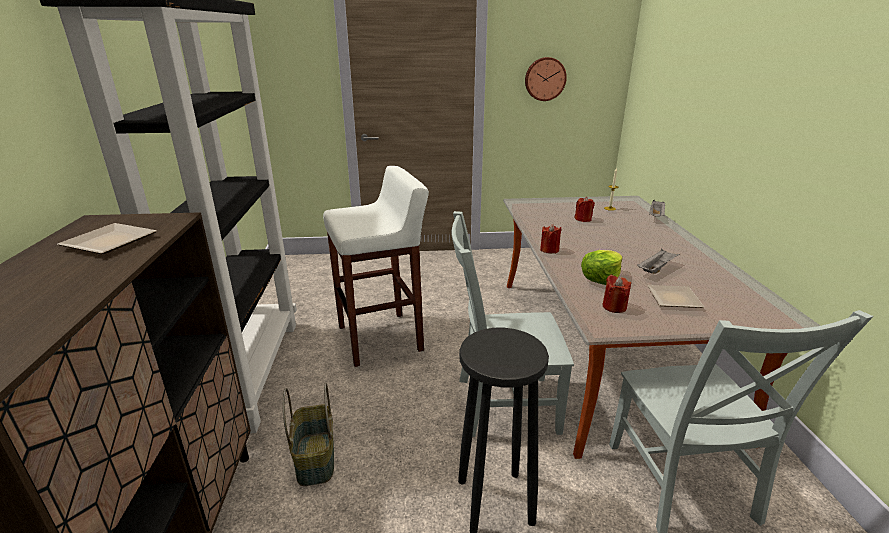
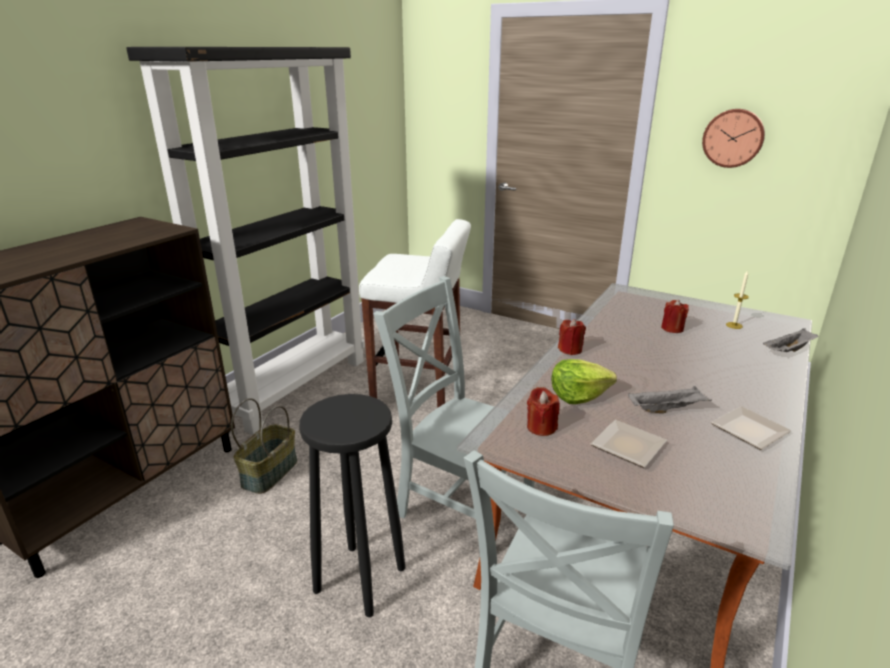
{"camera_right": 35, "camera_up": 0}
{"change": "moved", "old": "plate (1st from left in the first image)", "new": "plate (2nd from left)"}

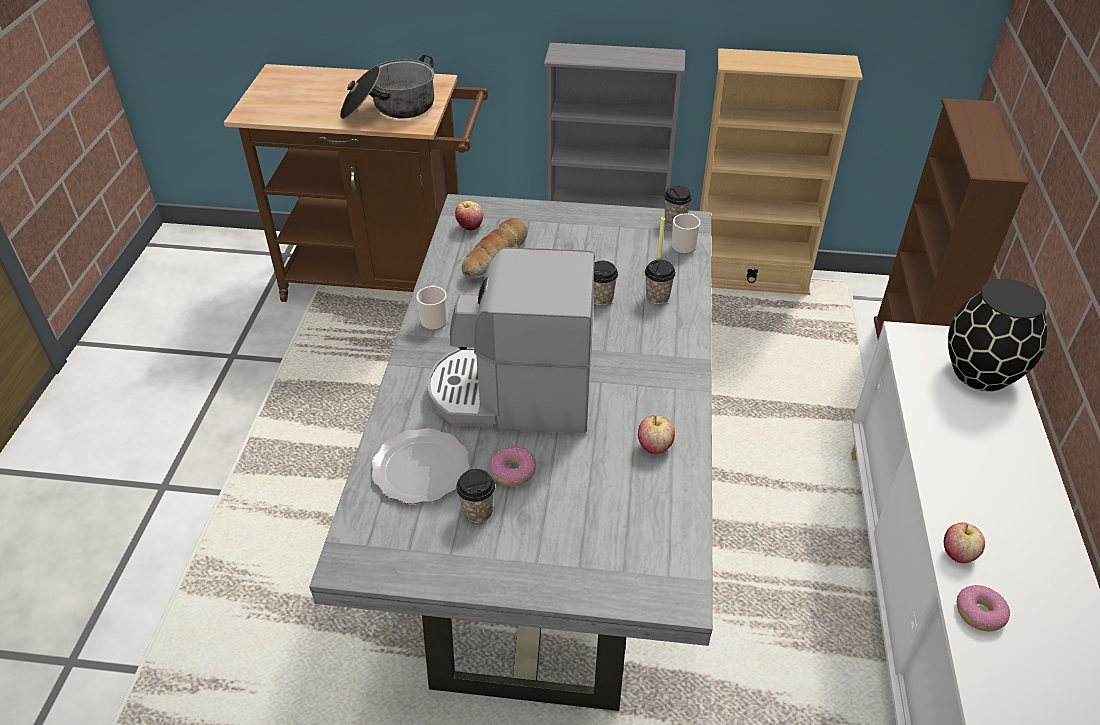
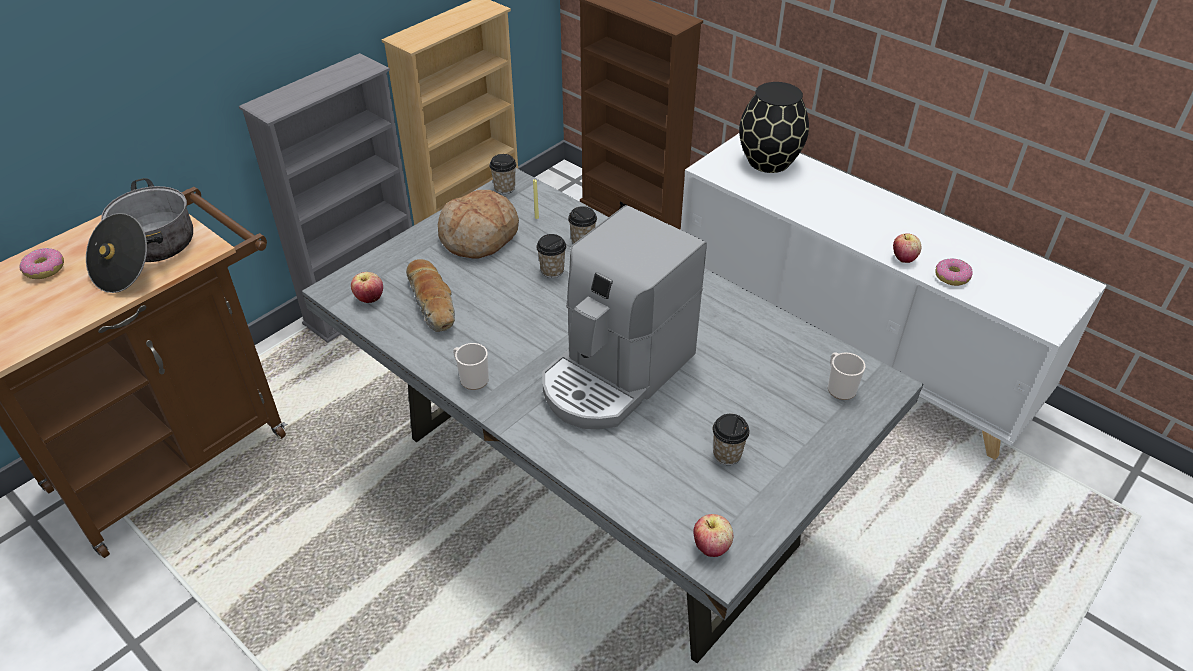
{"camera_right": -55, "camera_up": 0}
{"change": "removed", "old": "plate"}
{"change": "moved", "old": "donut (1st from left)"}
{"change": "moved", "old": "apple (2nd from left)"}
{"change": "moved", "old": "mug (2nd from left)"}
{"change": "added", "new": "bread (2nd from left)"}

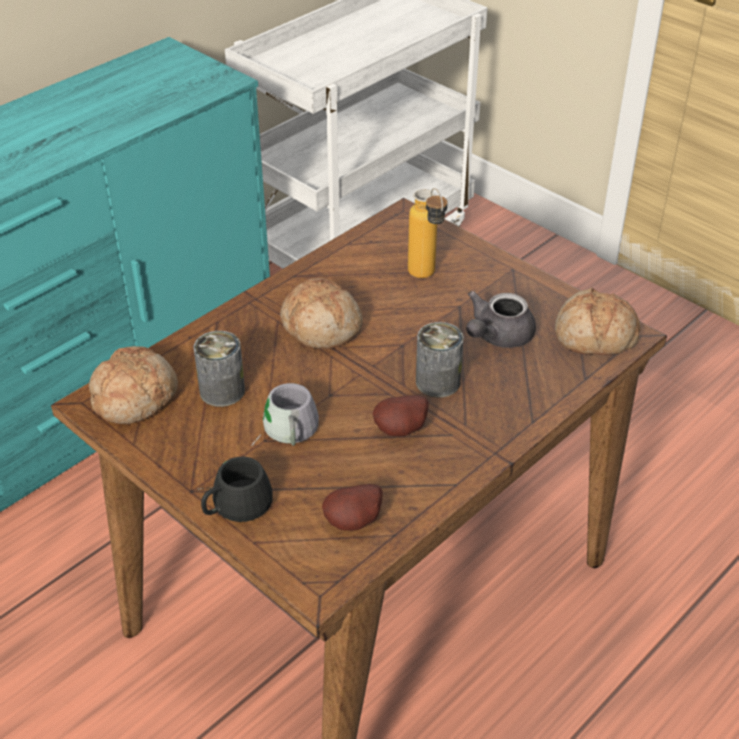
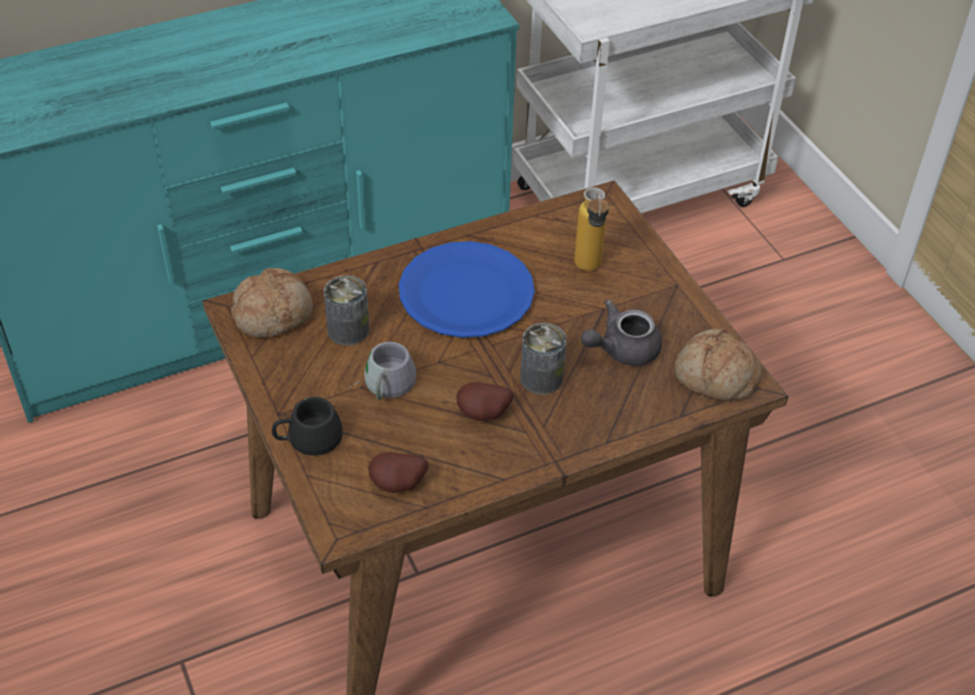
{"camera_right": 20, "camera_up": 5}
{"change": "replaced", "old": "bread (2nd from left)", "new": "plate (blue)"}

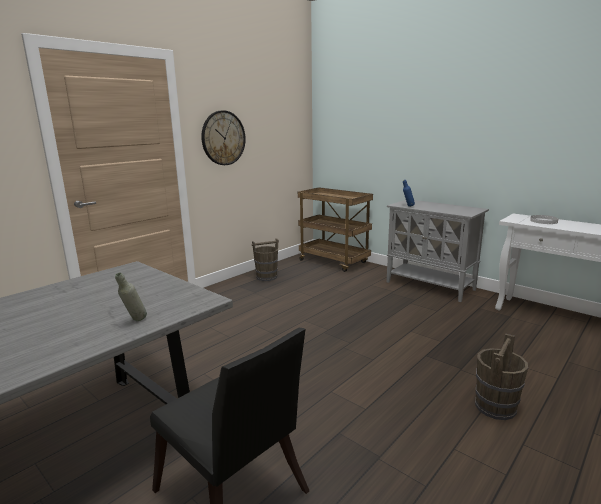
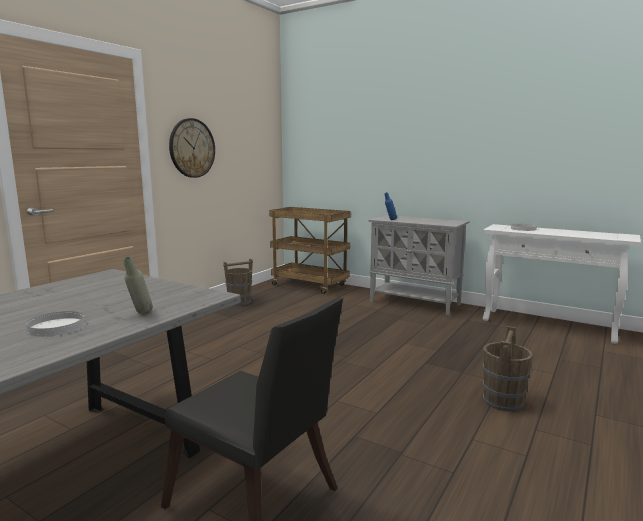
{"camera_right": -10, "camera_up": -5}
{"change": "added", "new": "plate (white) (1st from left)"}

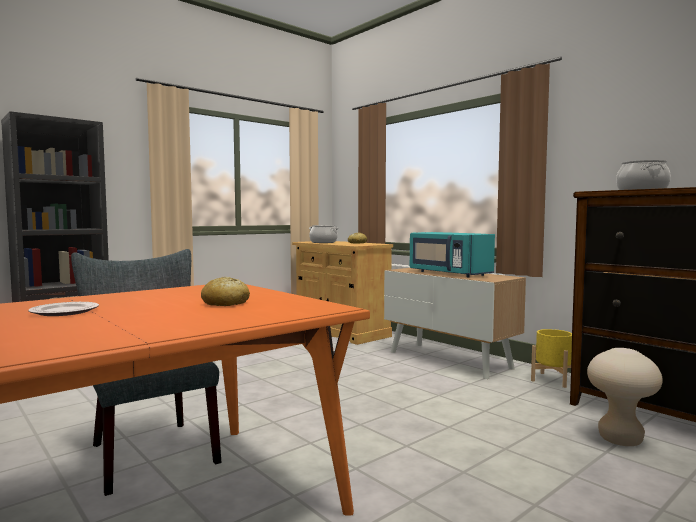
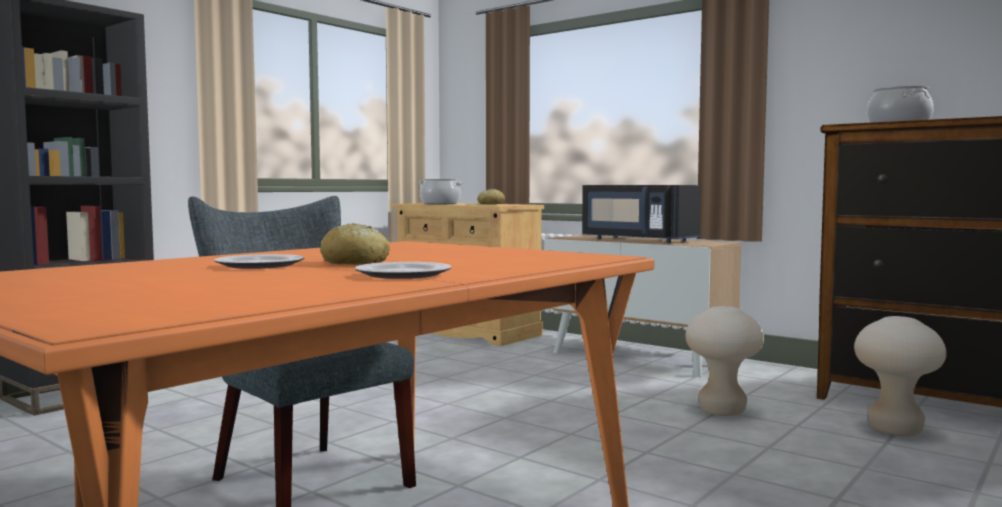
{"camera_right": -10, "camera_up": 0}
{"change": "moved", "old": "bread (1st from left)"}
{"change": "recoloured", "old": "microwave (turquoise)", "new": "microwave (black)"}
{"change": "removed", "old": "planter (yellow)"}
{"change": "added", "new": "plate (2nd from left)"}
{"change": "added", "new": "stool (beige) (1st from left)"}

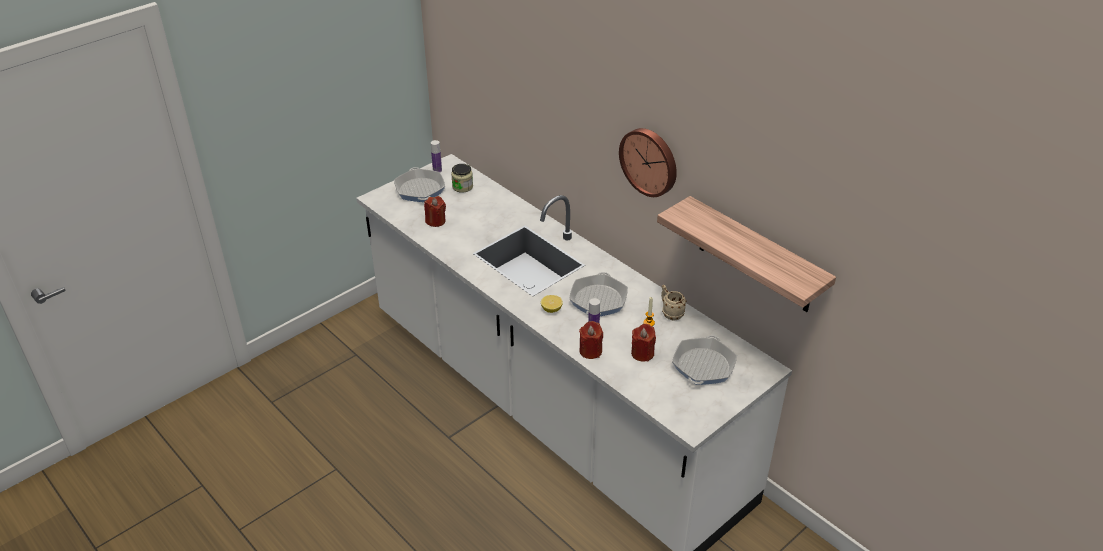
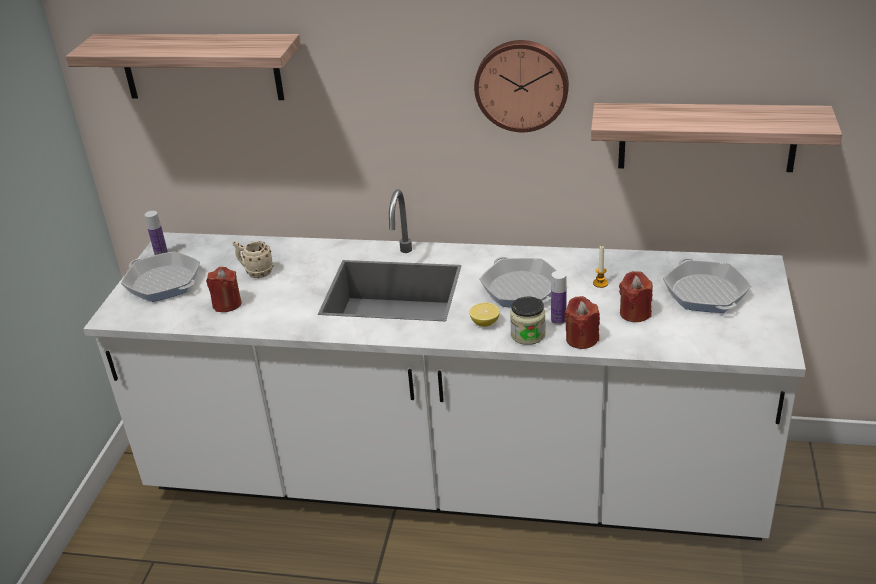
{"camera_right": -35, "camera_up": -5}
{"change": "moved", "old": "jar"}
{"change": "moved", "old": "mug (beige)"}
{"change": "added", "new": "shelf (1st from left)"}

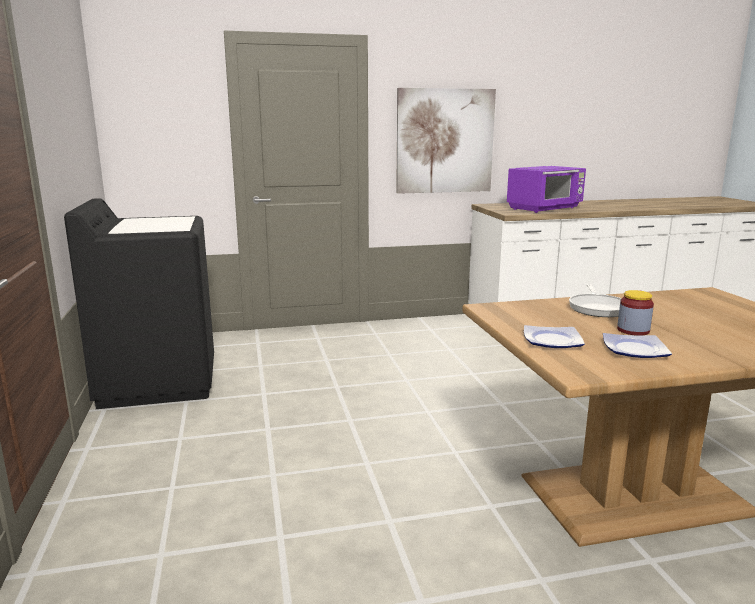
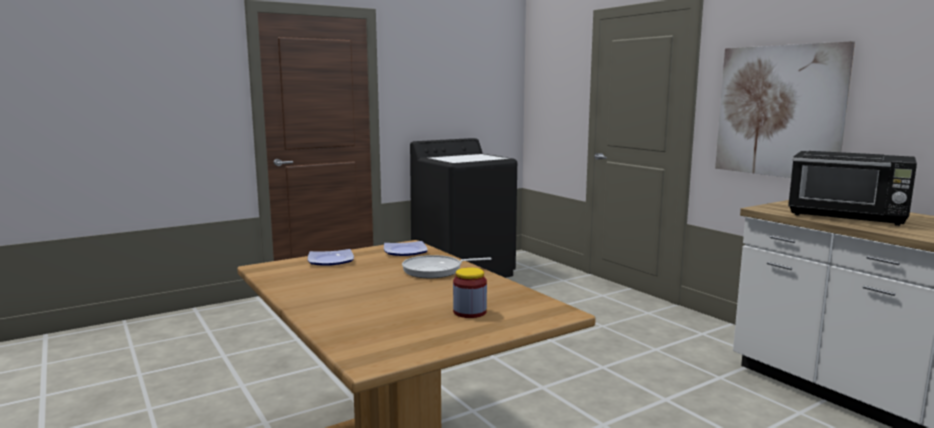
{"camera_right": 70, "camera_up": -5}
{"change": "recoloured", "old": "microwave (purple)", "new": "microwave (black)"}
{"change": "moved", "old": "plate (2nd from left)"}
{"change": "moved", "old": "jar"}

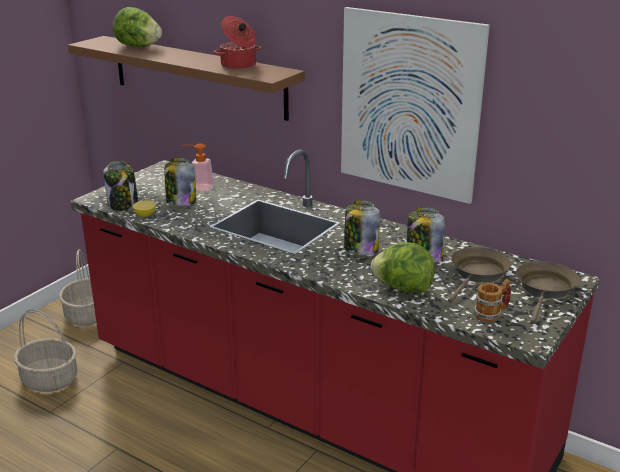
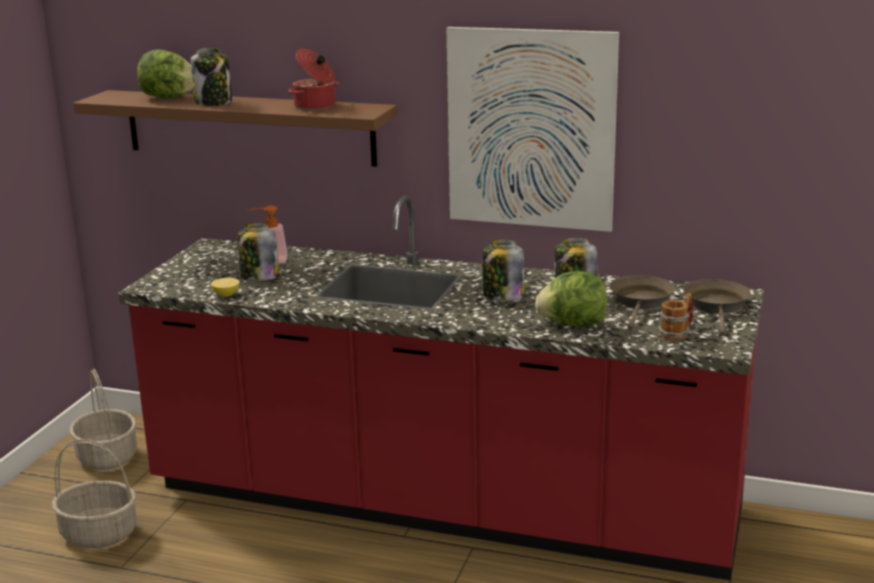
{"camera_right": -15, "camera_up": -5}
{"change": "moved", "old": "jar (1st from left)"}

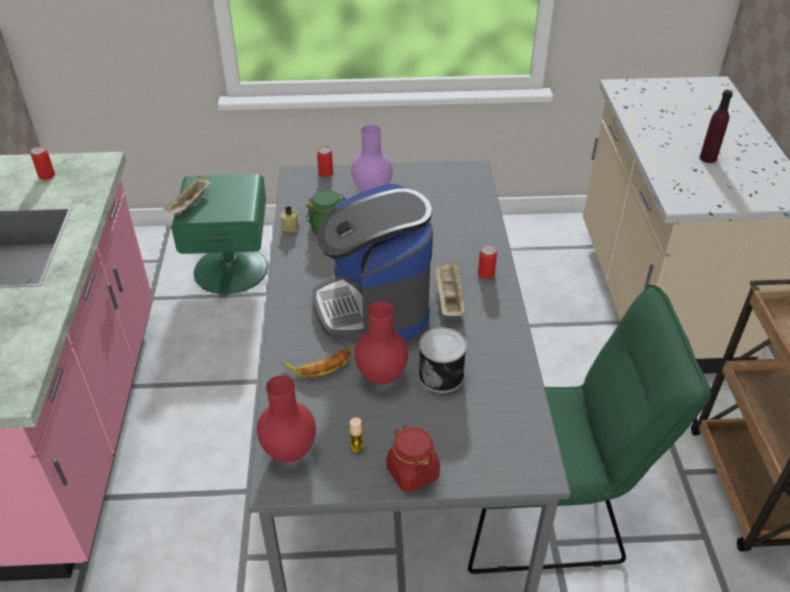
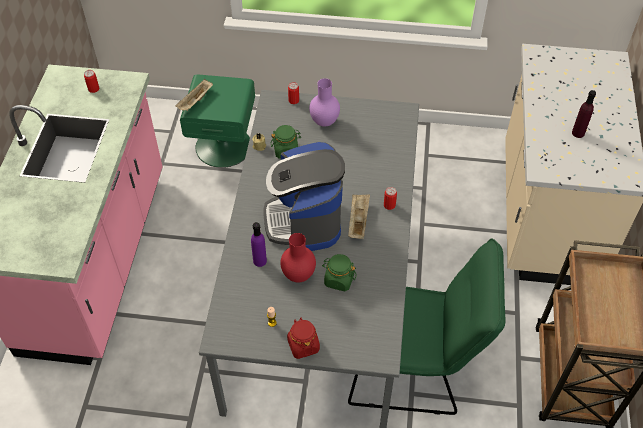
{"camera_right": 10, "camera_up": 10}
{"change": "removed", "old": "vase (red) (1st from left)"}
{"change": "replaced", "old": "banana", "new": "bottle (purple) (1st from left)"}
{"change": "replaced", "old": "can (3rd from left)", "new": "jar (green) (2nd from left)"}

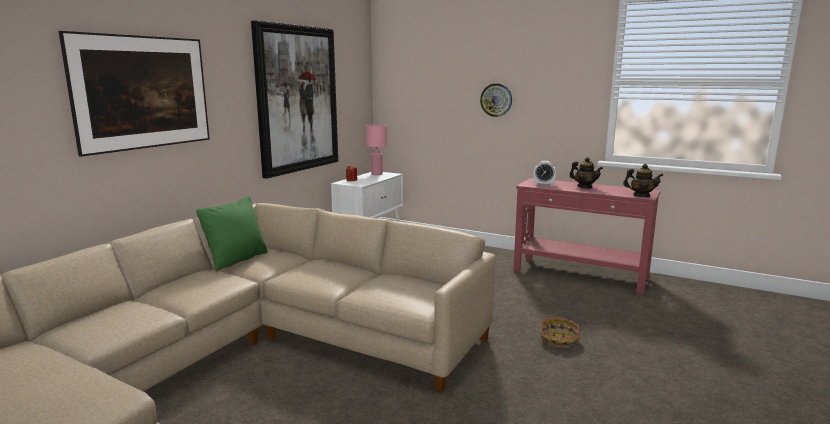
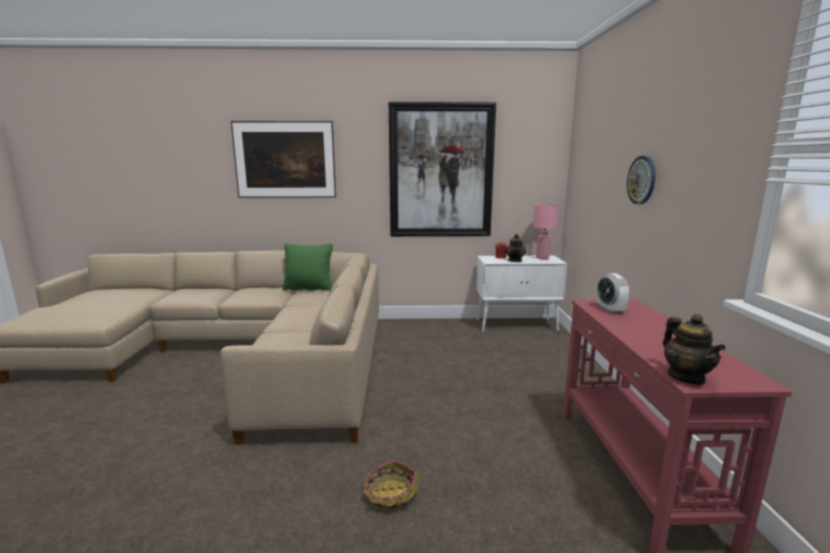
{"camera_right": 60, "camera_up": 0}
{"change": "moved", "old": "teapot (1st from left)"}

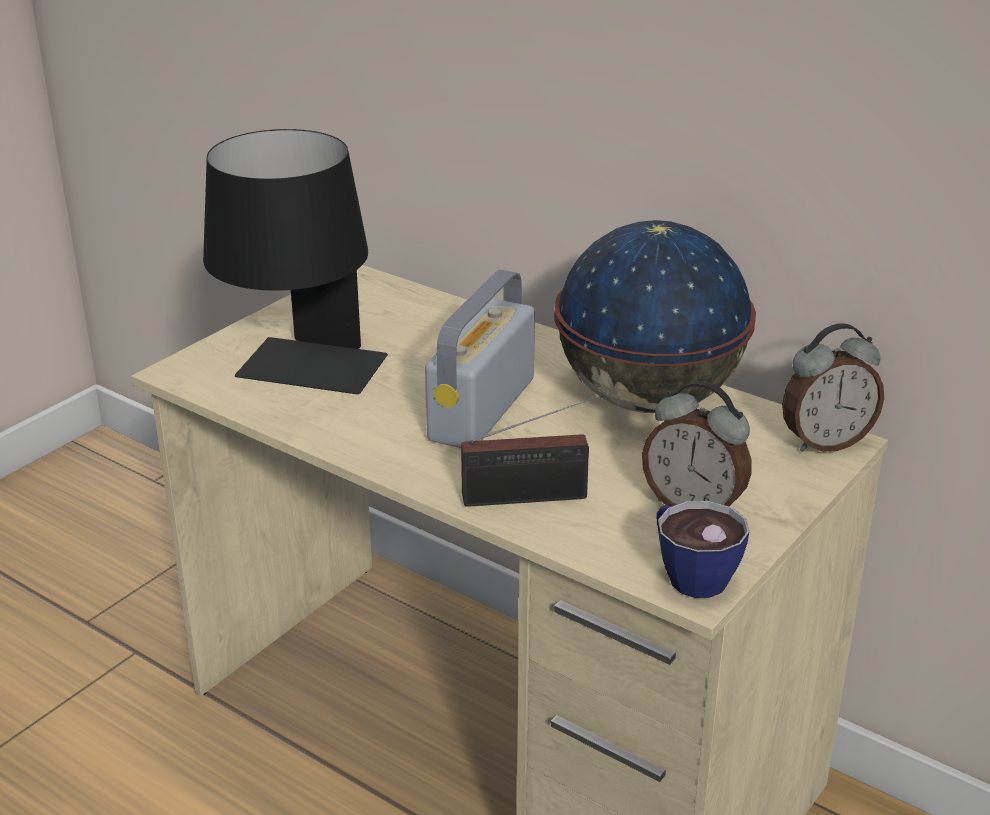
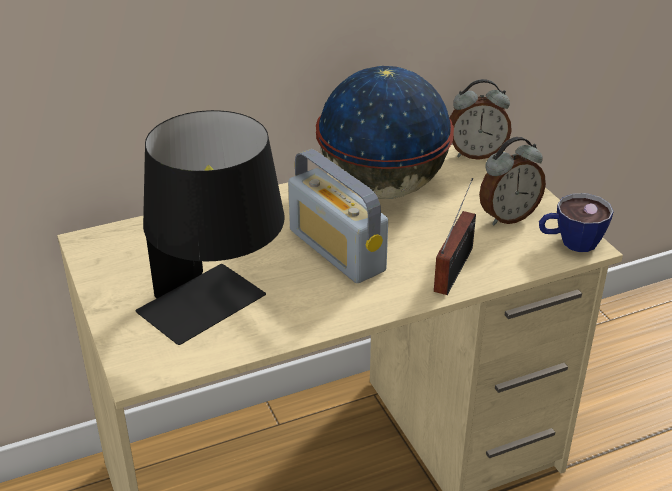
{"camera_right": -60, "camera_up": 5}
{"change": "turned", "old": "alarm clock (2nd from left in the first image)", "degrees": 75}

